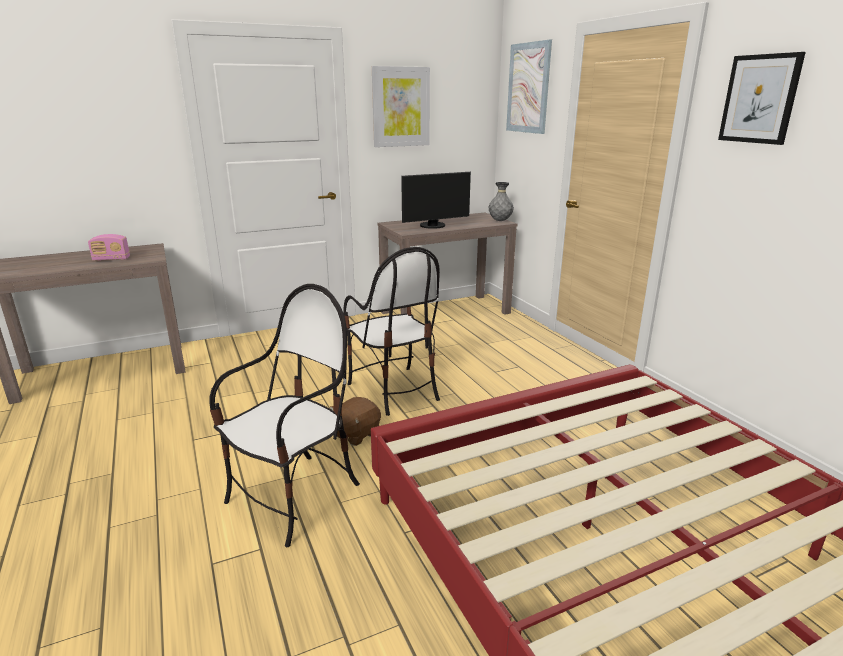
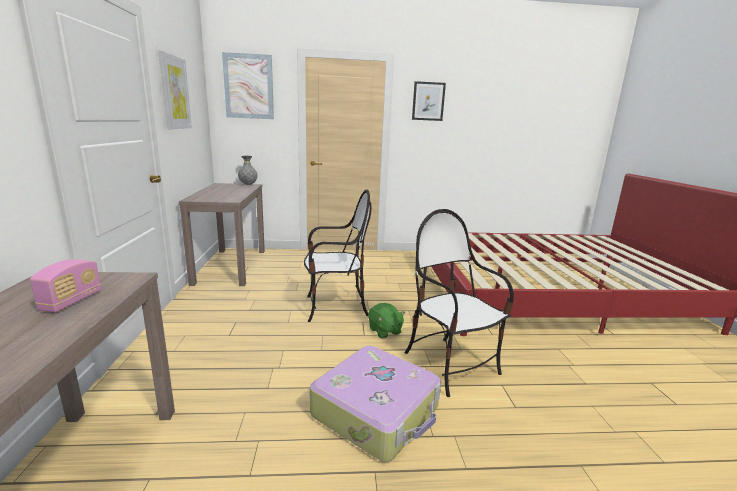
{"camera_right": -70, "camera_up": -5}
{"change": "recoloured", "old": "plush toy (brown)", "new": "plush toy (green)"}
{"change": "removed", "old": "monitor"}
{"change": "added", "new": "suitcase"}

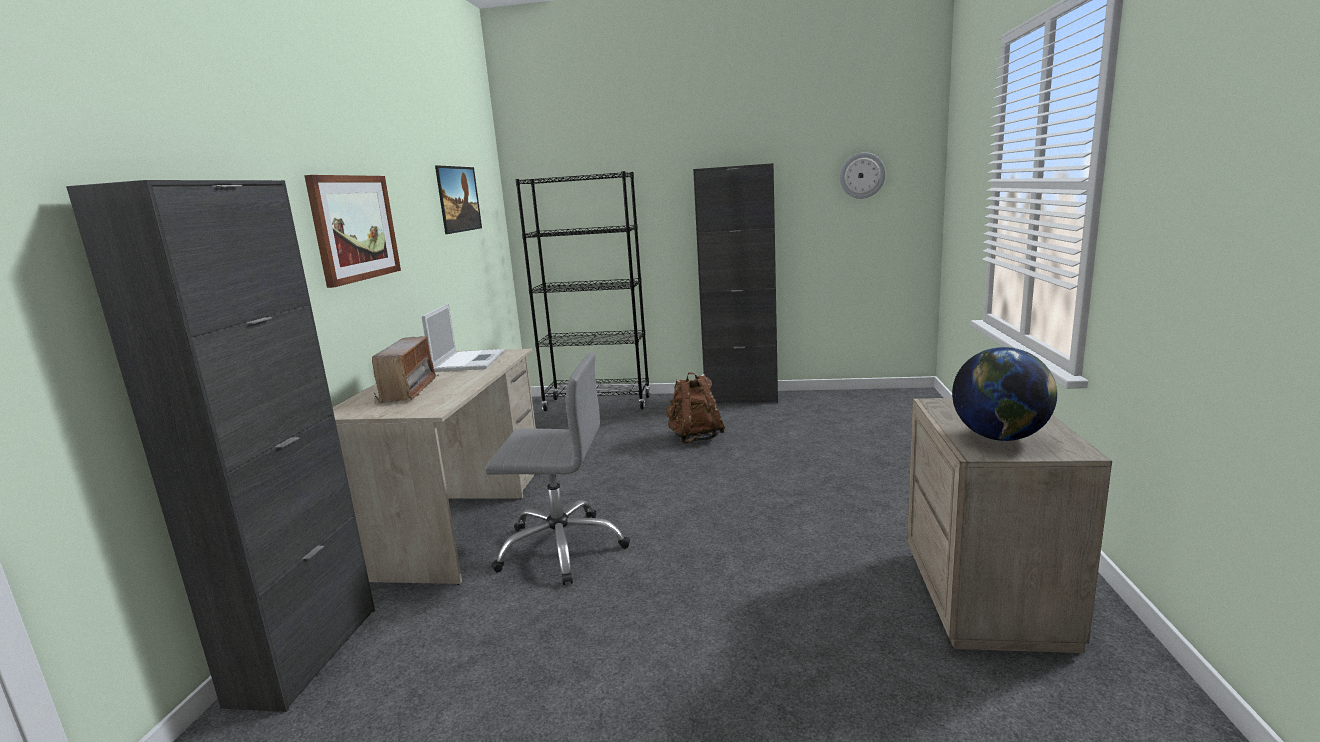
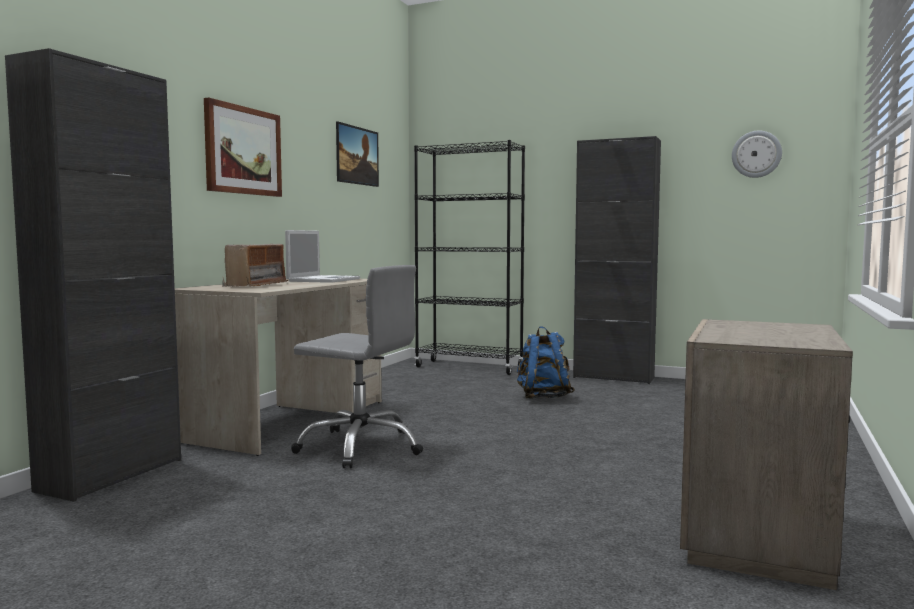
{"camera_right": 15, "camera_up": -10}
{"change": "recoloured", "old": "backpack (brown)", "new": "backpack (blue)"}
{"change": "removed", "old": "globe"}

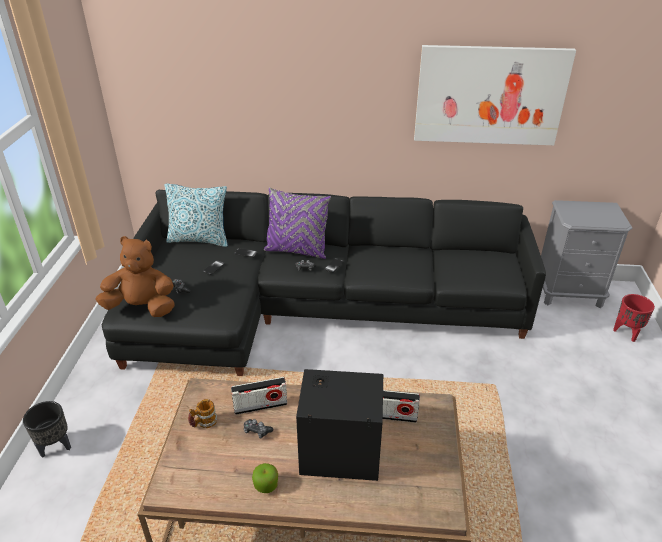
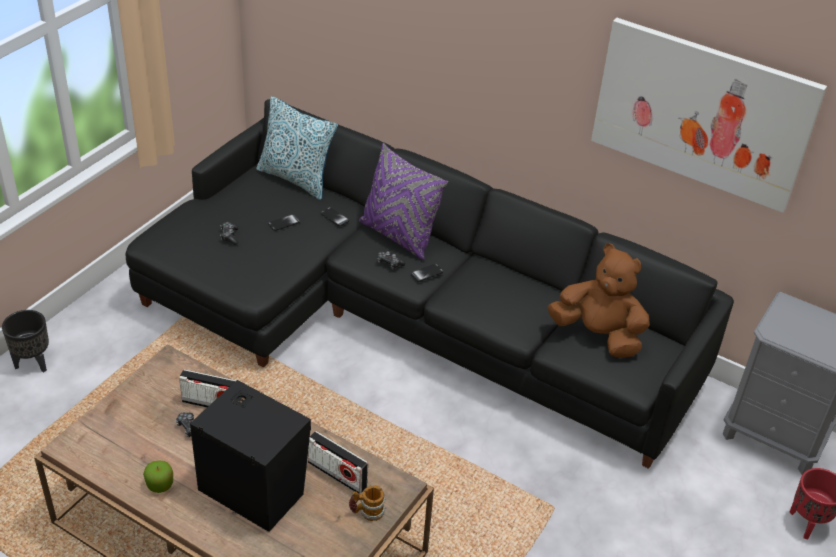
{"camera_right": 25, "camera_up": 5}
{"change": "moved", "old": "plush toy (brown)"}
{"change": "moved", "old": "mug"}

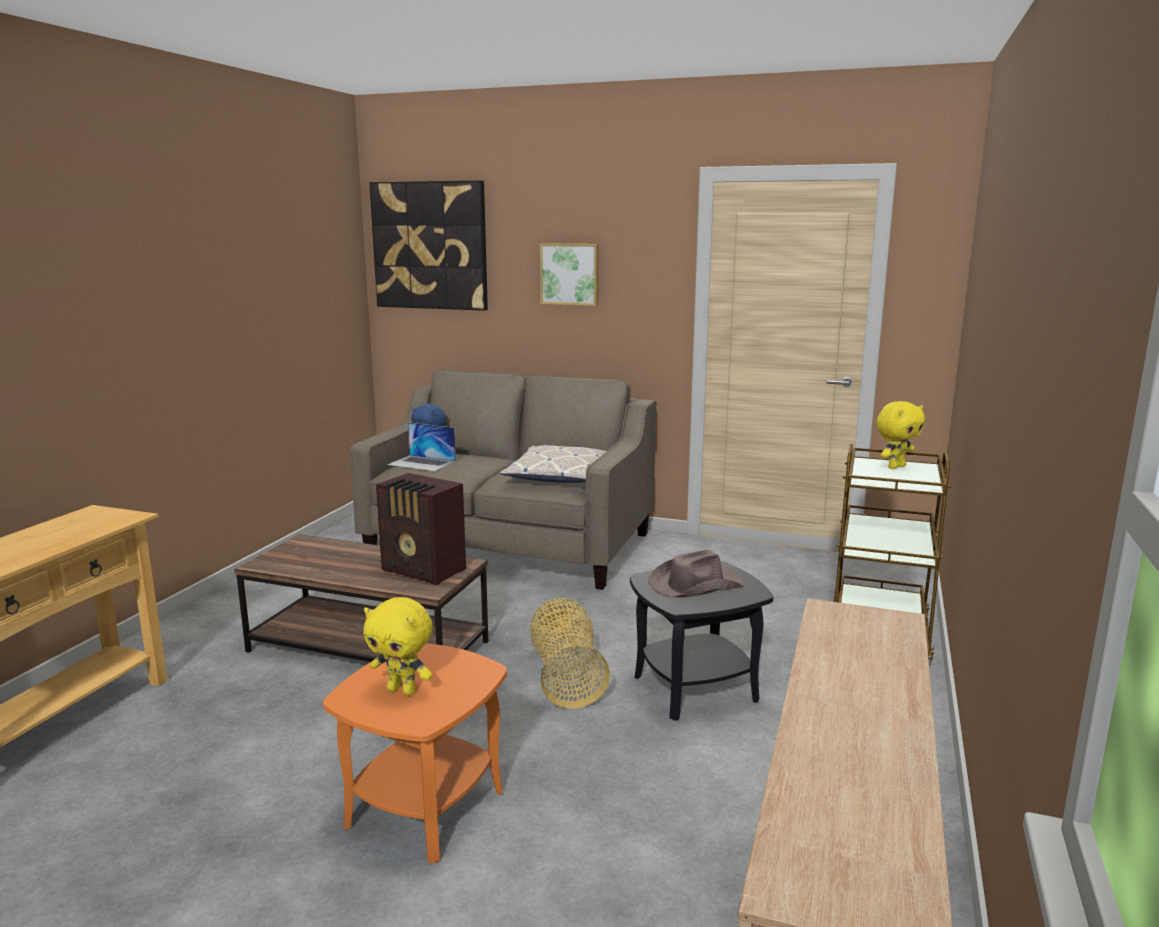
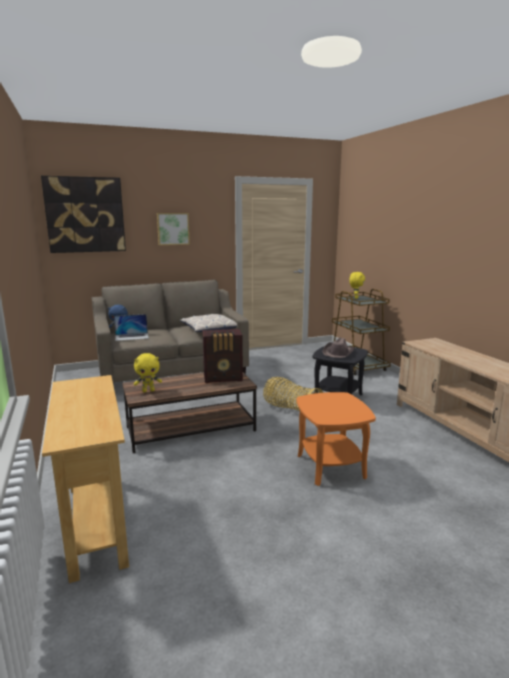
{"camera_right": -40, "camera_up": 0}
{"change": "moved", "old": "plush toy (yellow) (1st from left)"}

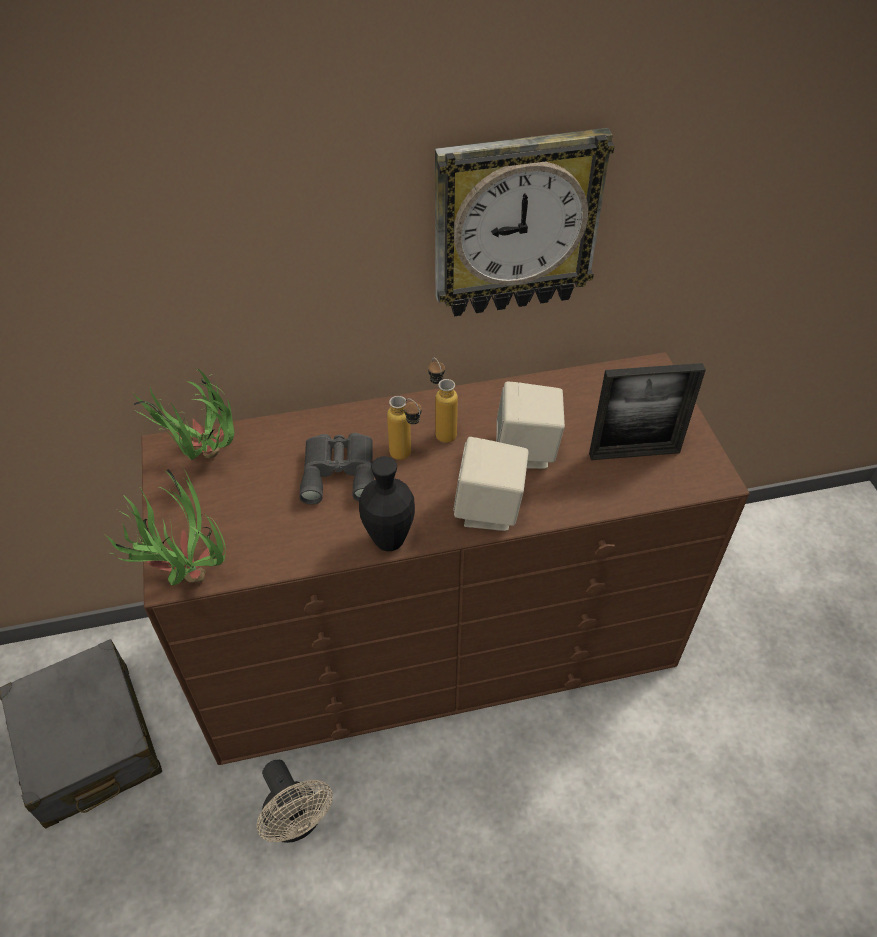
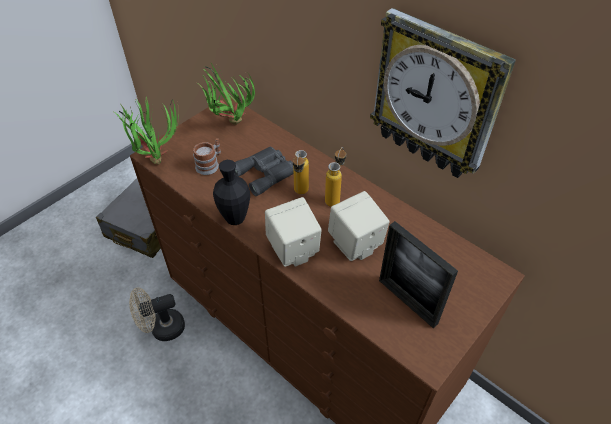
{"camera_right": 55, "camera_up": 0}
{"change": "turned", "old": "fan (beige)", "degrees": 45}
{"change": "added", "new": "mug"}

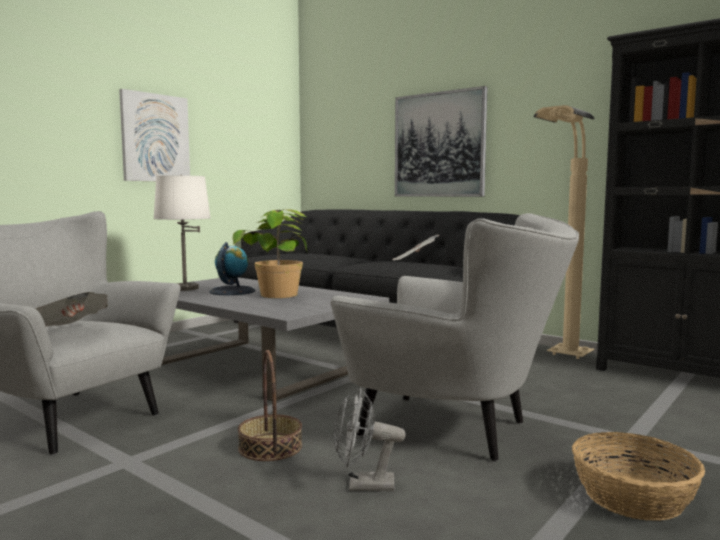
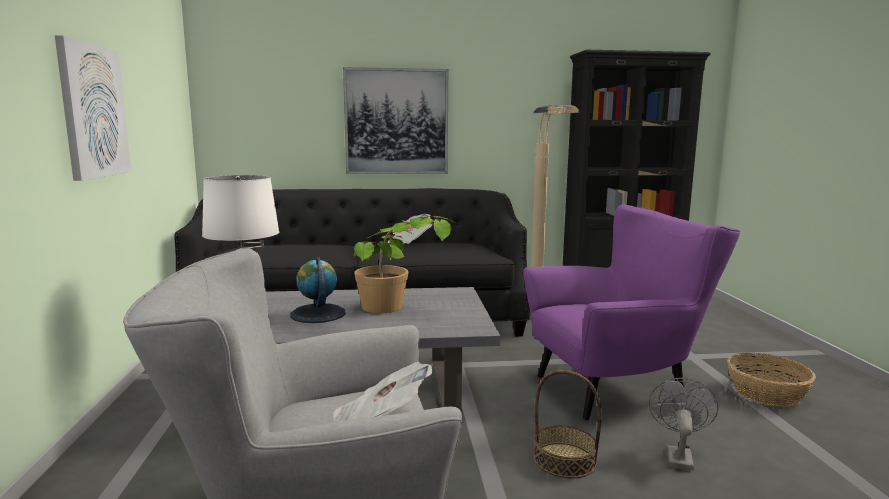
{"camera_right": -45, "camera_up": 5}
{"change": "recoloured", "old": "armchair (grey) (2nd from left)", "new": "armchair (purple)"}
{"change": "turned", "old": "fan (grey)", "degrees": 150}

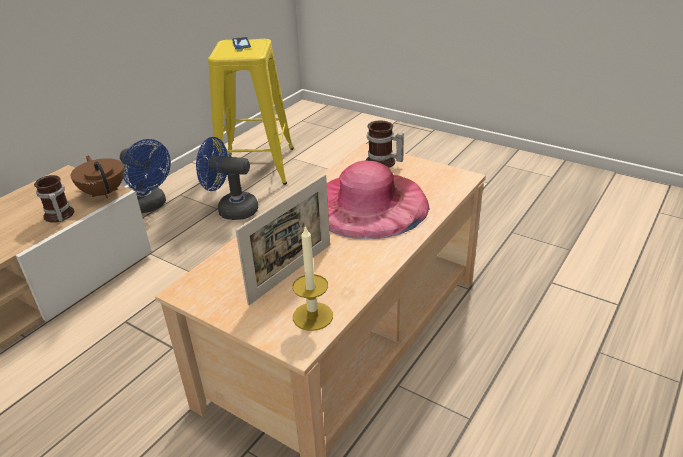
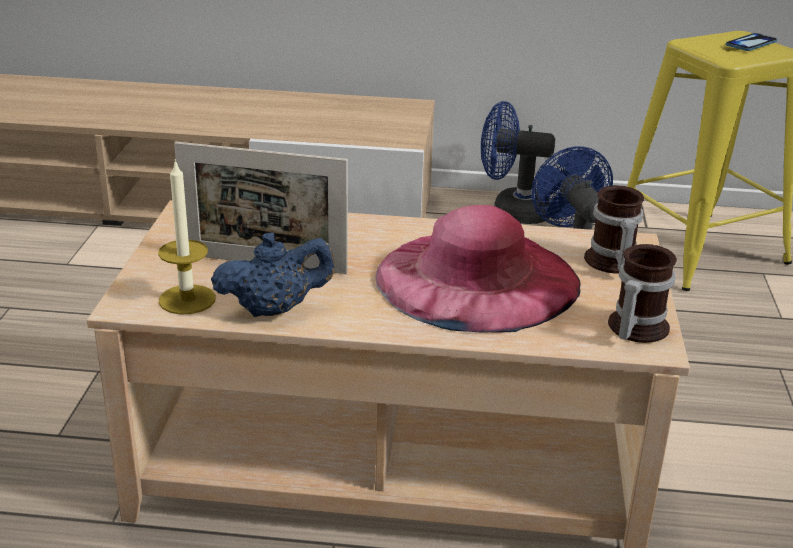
{"camera_right": 60, "camera_up": -5}
{"change": "moved", "old": "mug (1st from left in the first image)", "new": "mug (2nd from left)"}
{"change": "removed", "old": "teapot (brown)"}
{"change": "turned", "old": "fan (blue) (1st from left)", "degrees": 90}
{"change": "added", "new": "teapot (blue)"}

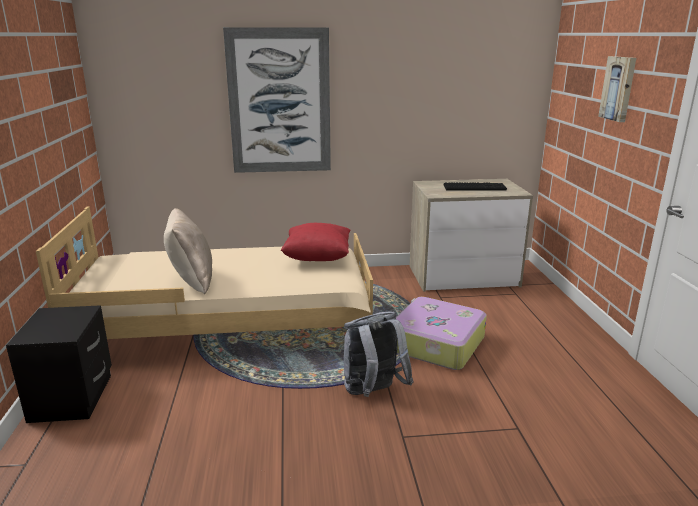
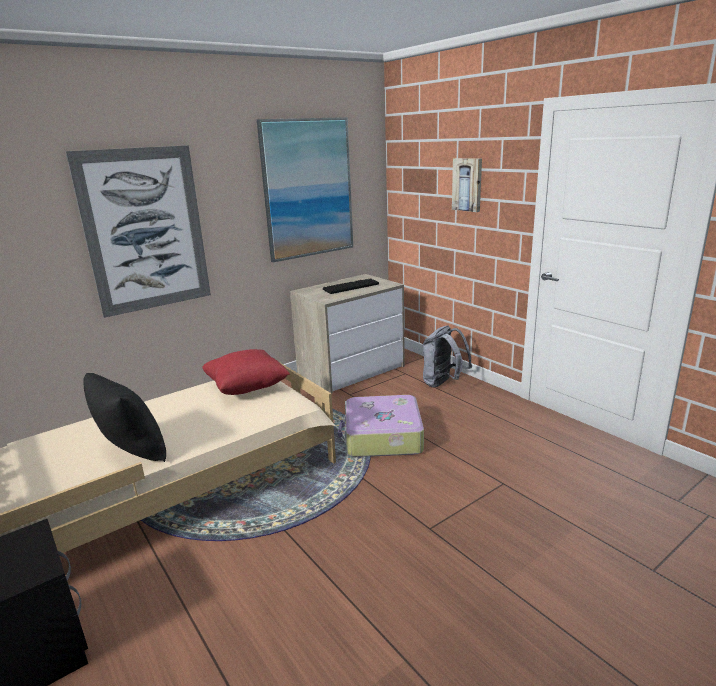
{"camera_right": -30, "camera_up": 0}
{"change": "recoloured", "old": "pillow (beige)", "new": "pillow (black)"}
{"change": "moved", "old": "backpack (grey)"}
{"change": "added", "new": "picture (2nd from left)"}

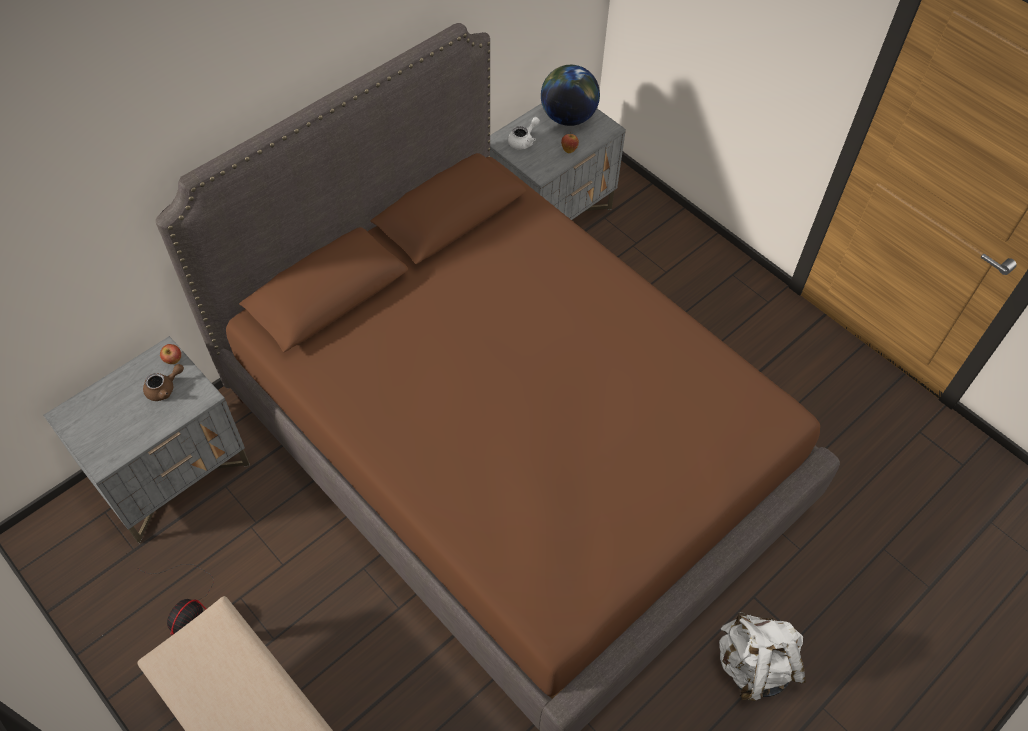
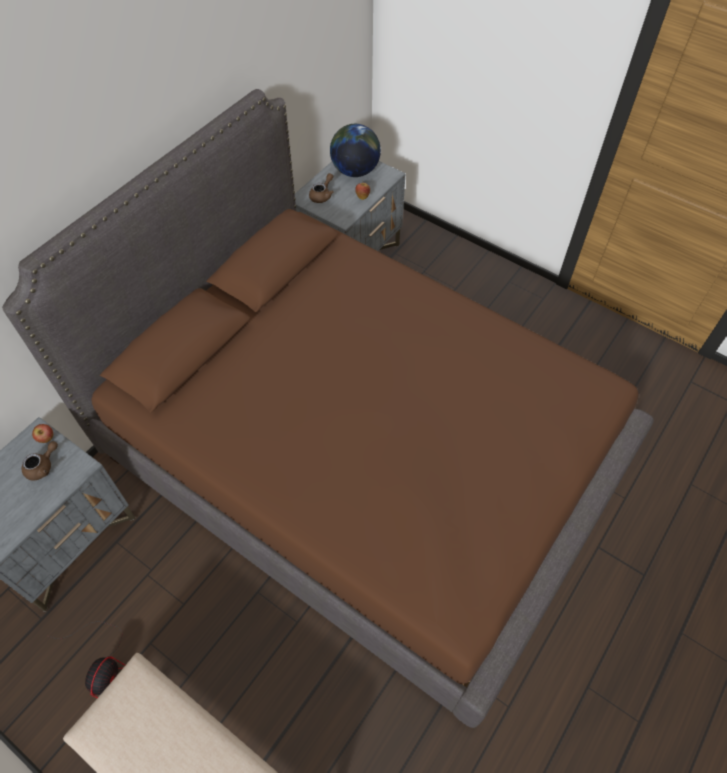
{"camera_right": -10, "camera_up": 0}
{"change": "recoloured", "old": "teapot (white)", "new": "teapot (brown) (2nd from left)"}
{"change": "removed", "old": "backpack (white)"}

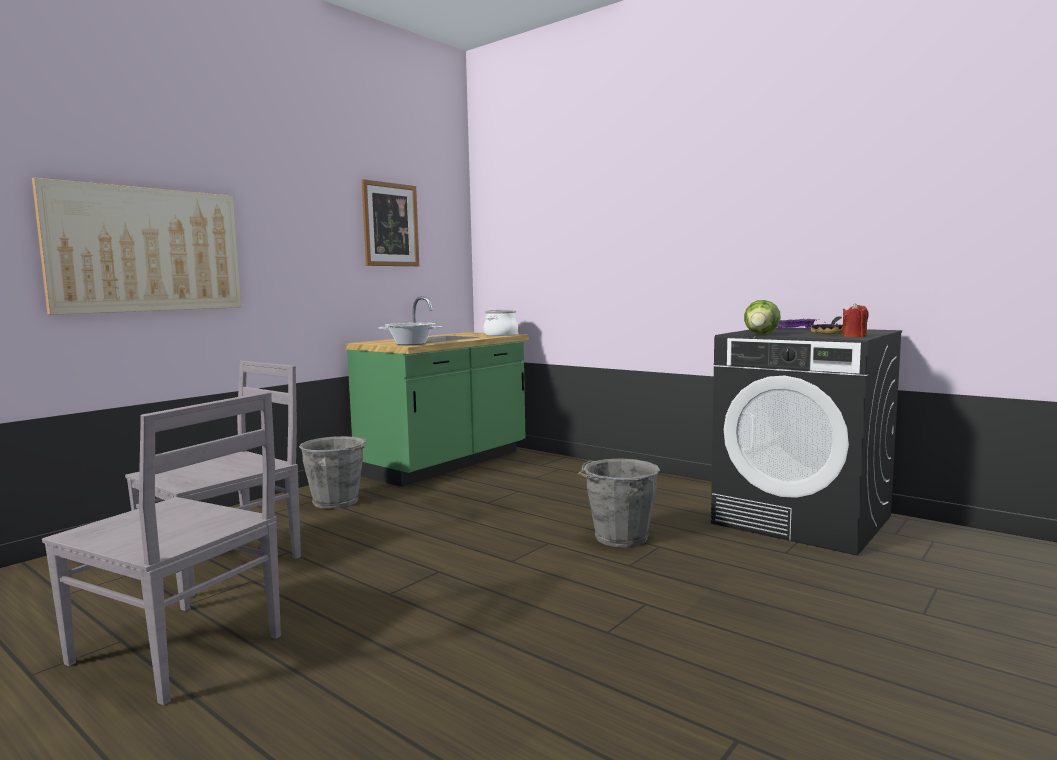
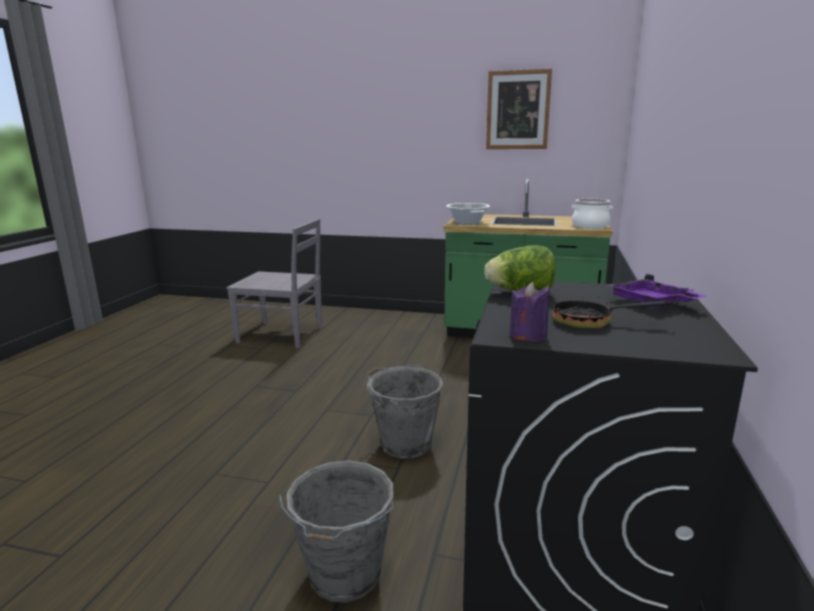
{"camera_right": 65, "camera_up": 10}
{"change": "removed", "old": "picture (1st from left)"}
{"change": "removed", "old": "chair (grey) (1st from left)"}
{"change": "moved", "old": "bucket (grey) (1st from left)"}
{"change": "recoloured", "old": "candle (red)", "new": "candle (purple)"}

